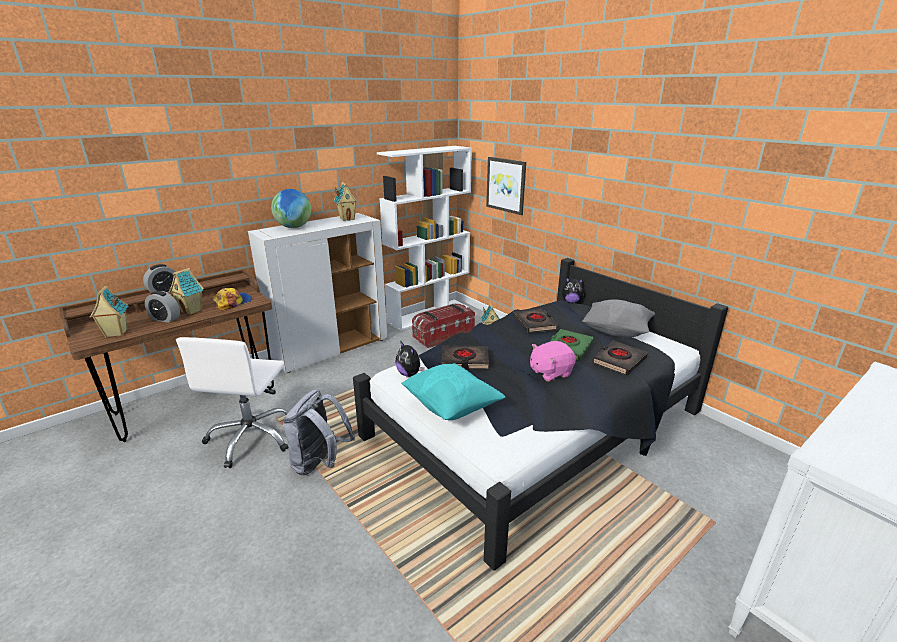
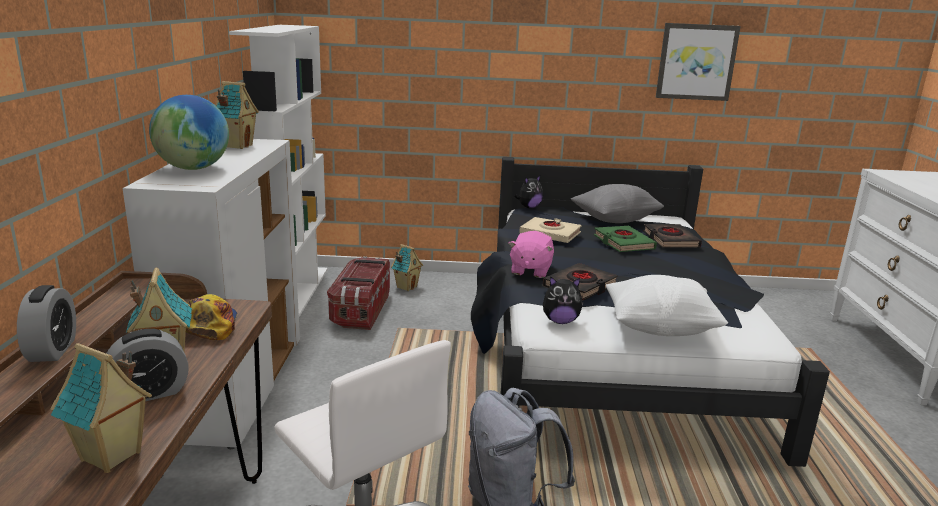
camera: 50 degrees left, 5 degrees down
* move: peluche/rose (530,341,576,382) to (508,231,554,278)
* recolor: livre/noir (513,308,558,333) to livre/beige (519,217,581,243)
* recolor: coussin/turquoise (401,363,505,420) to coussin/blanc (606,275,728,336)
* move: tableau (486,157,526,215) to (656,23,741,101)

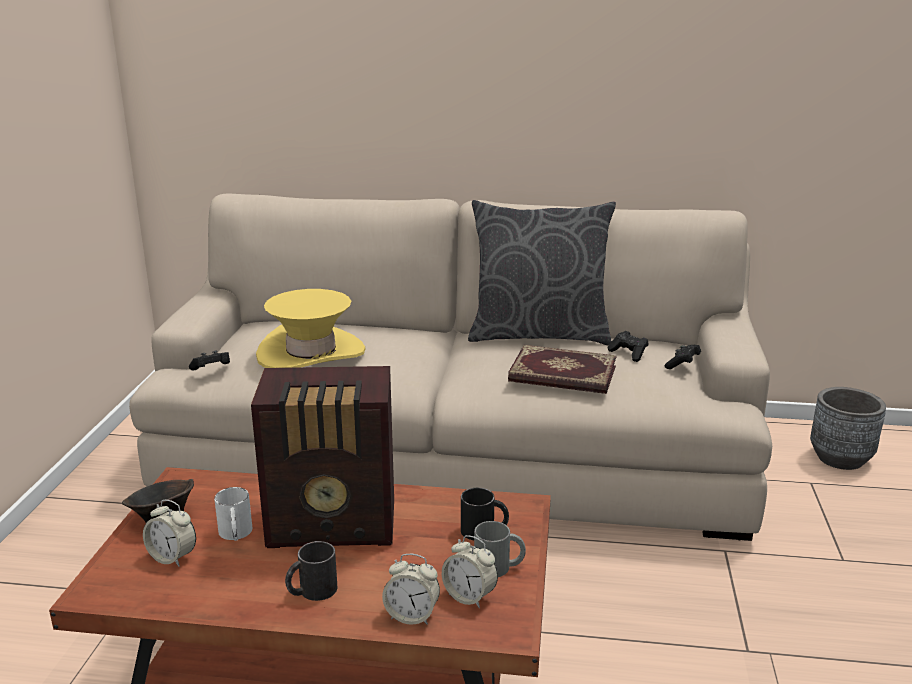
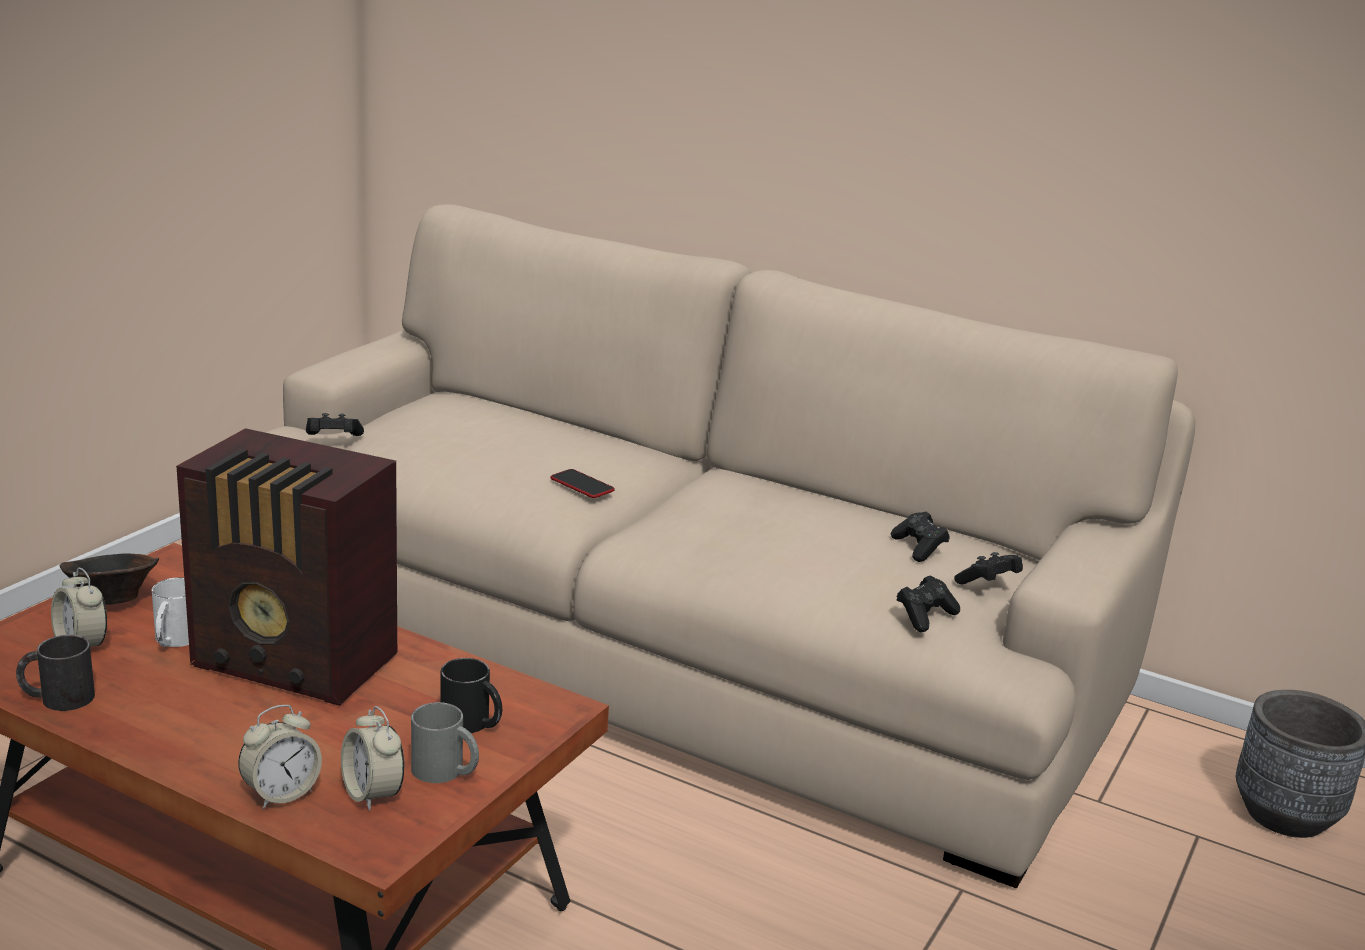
camera: 20 degrees right, 0 degrees up
* move: mug/noir (285,541,338,601) to (16,635,95,711)
* rotate: réveil (382,554,440,625) = (238,705,322,809) 75 degrees counterclockwise
* insert: téléphone (551,469,615,498)
* insert: manette/noir (897,575,960,632)
* delete: chapeau/jaune (256,289,366,368)
* delete: coussin/gris (468,200,616,345)
* delete: livre (508,345,617,394)

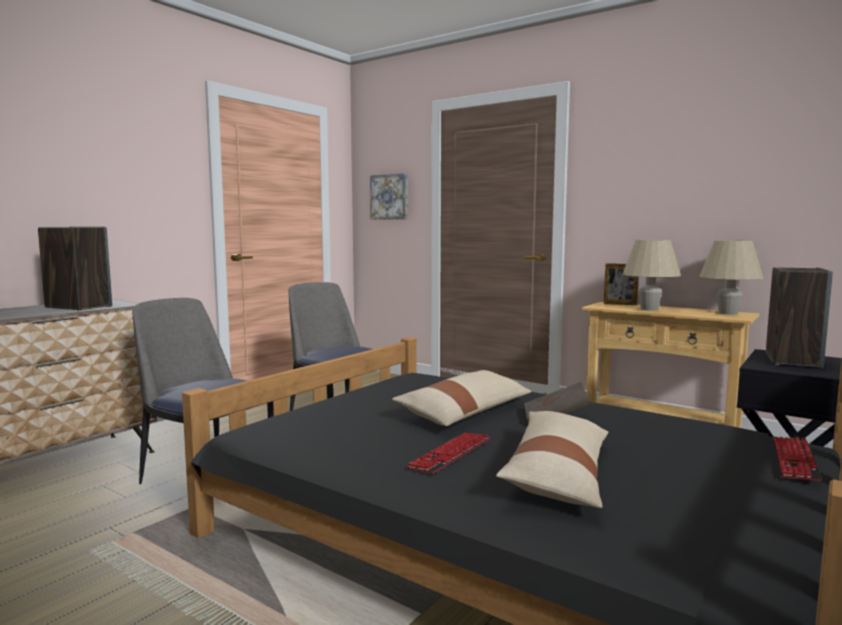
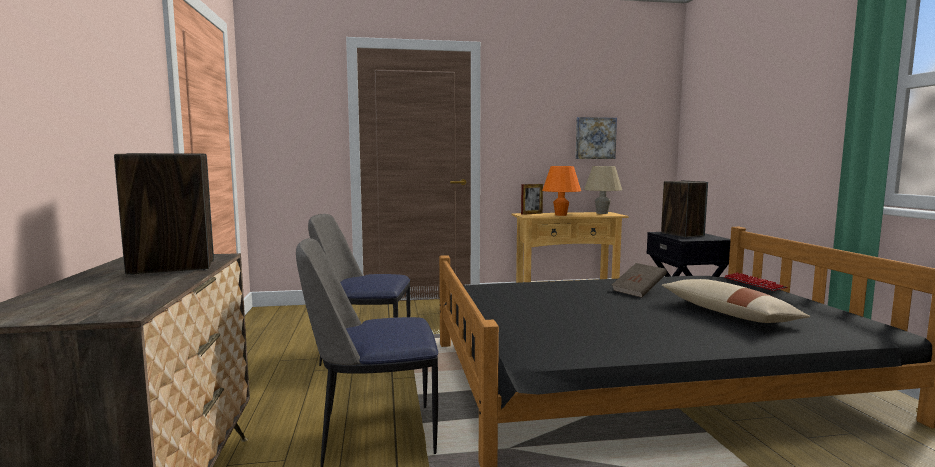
camera: 45 degrees left, 0 degrees up
* recolor: lampe de table/beige (623,240,681,311) to lampe de table/orange (542,166,581,216)
* move: tableau (370,173,408,220) to (575,117,617,159)
* delete: coussin/beige (392,370,531,426)
* delete: clavier (405,432,490,474)

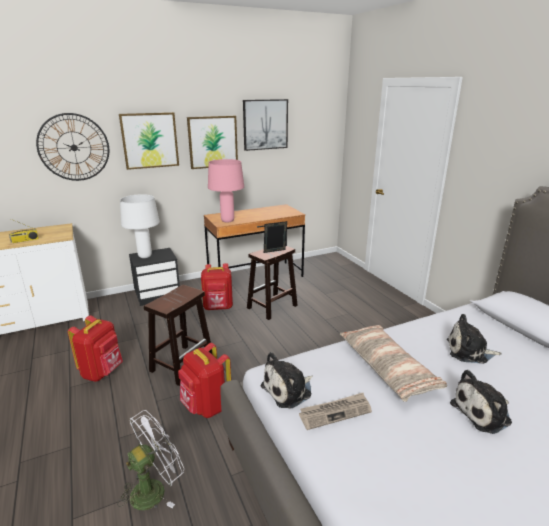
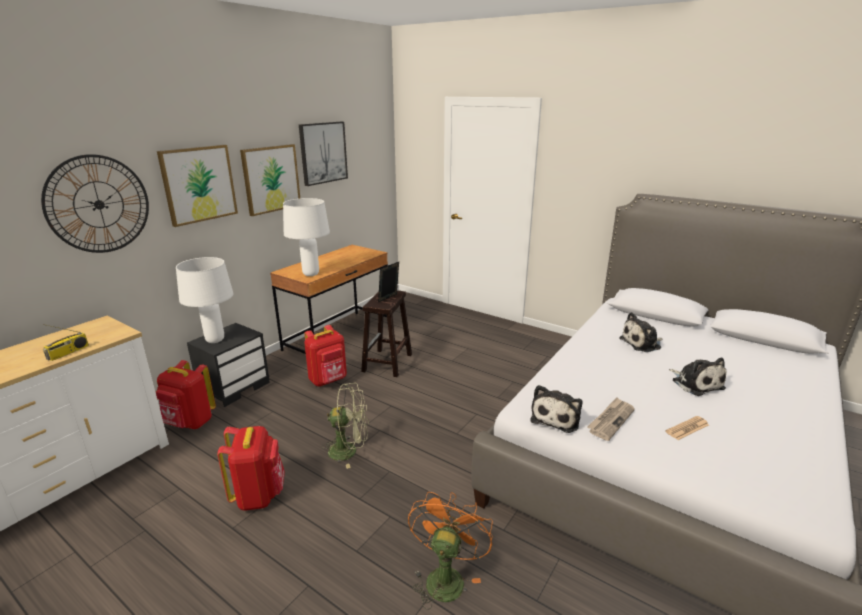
camera: 30 degrees left, 0 degrees up
* move: sac à dos/rouge (178,343,231,418) to (156,360,216,429)
* recolor: lampe de table/rose (208,159,244,223) to lampe de table/blanc (283,198,330,276)
* replace: tabouret/marron (144,285,212,386) to ventilateur/vert (322,383,369,469)
* recolor: ventilateur/blanc (117,410,184,510) to ventilateur/orange (408,492,493,610)
* insert: journal (665,416,709,440)
* rotate: peluche (450,370,512,434) = (669,358,726,396) 60 degrees counterclockwise
* delete: coussin (340,325,447,402)

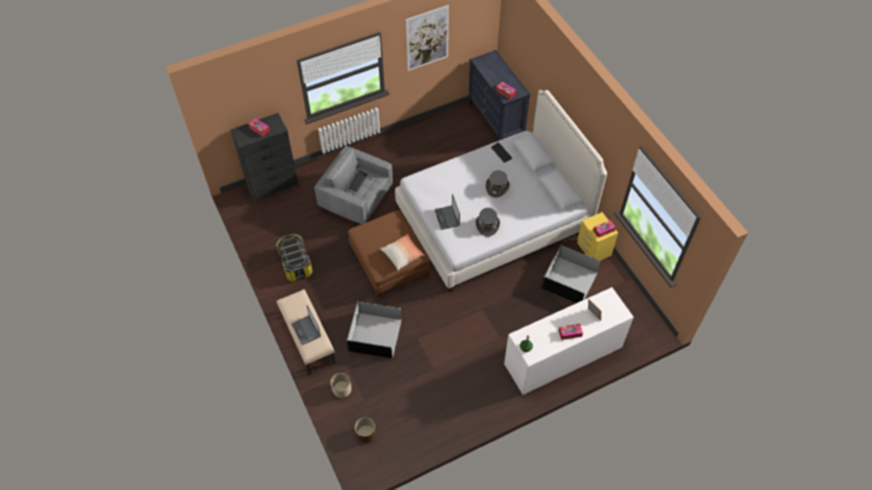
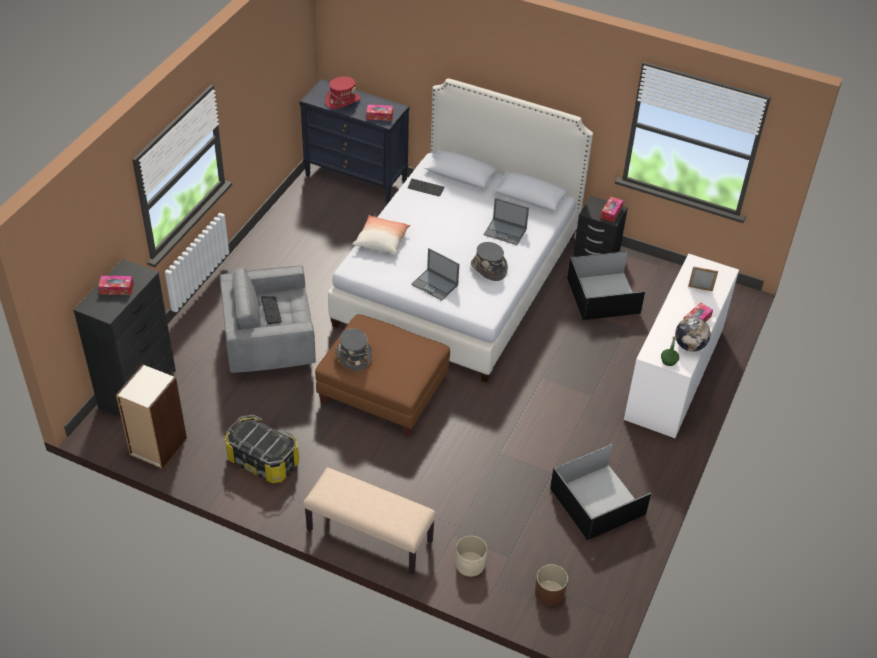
camera: 40 degrees left, 10 degrees down
* insert: bibliothèque (116,364,187,469)
* insert: chapeau/rouge (325,76,360,109)
* move: chapeau/gris (486,170,510,198) to (335,328,373,371)
* move: coussin (380,234,424,271) to (352,215,410,254)
* move: ordinateur portable (292,306,321,345) to (484,198,529,245)
* move: boîte de rangement/noir (346,301,402,358) to (550,444,651,540)
* recolor: table de chevet/jaune (577,212,618,261) to table de chevet/noir (574,196,628,257)
* insert: globe (675,317,710,352)
* delete: tableau (406,5,449,71)

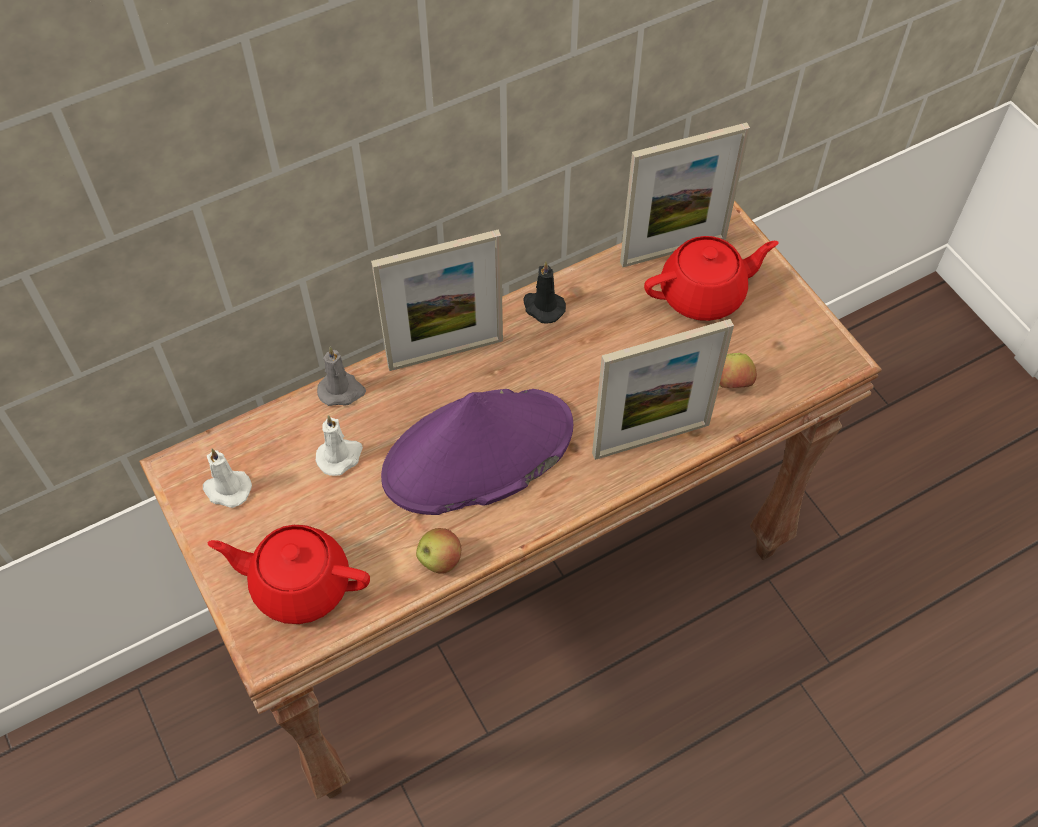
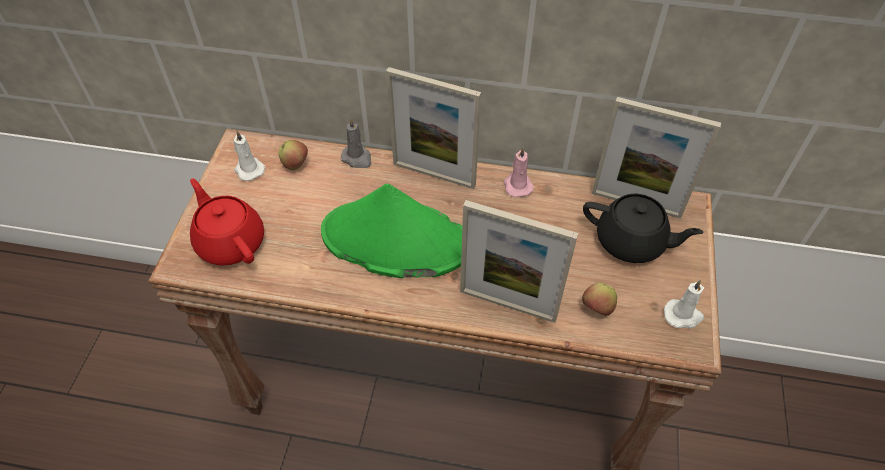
camera: 40 degrees right, 5 degrees down
* move: pomme (416,528,462,574) to (279,140,308,170)
* recolor: chapeau/violet (381,389,573,515) to chapeau/vert (321,184,462,278)
* recolor: bougie/noir (523,261,566,323) to bougie/rose (504,147,534,198)
* recolor: théière/rouge (644,236,779,321) to théière/noir (583,194,704,263)
* move: bougie/blanc (316,415,363,476) to (664,280,704,328)

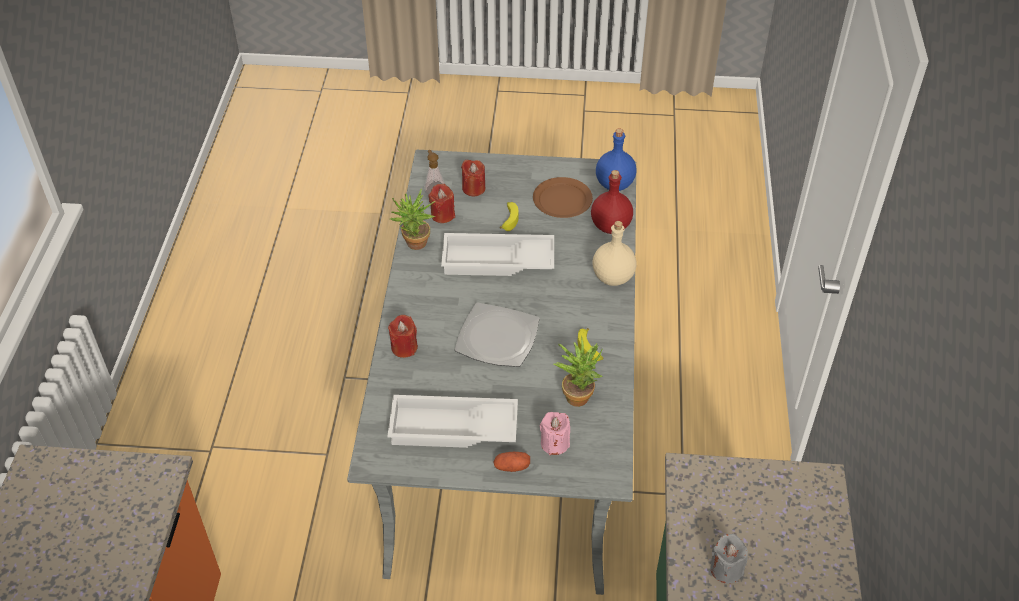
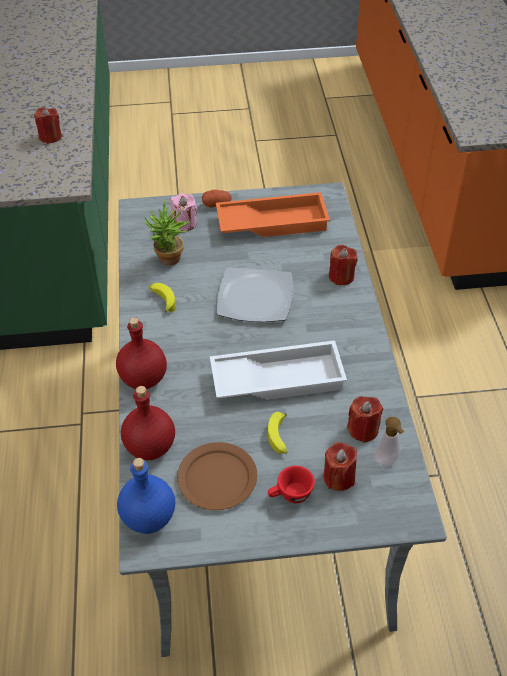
camera: 170 degrees right, 0 degrees up
* recolor: bougie/gris (710,534,748,584) to bougie/rouge (34,107,62,144)
* recolor: bouteille/beige (592,221,637,286) to bouteille/rouge (116,317,167,389)
* recolor: plateau/blanc (387,395,518,448) to plateau/orange (216,192,330,237)
* insert: tasse/rouge (268,466,315,503)
* delete: plante en pot (390,189,436,250)

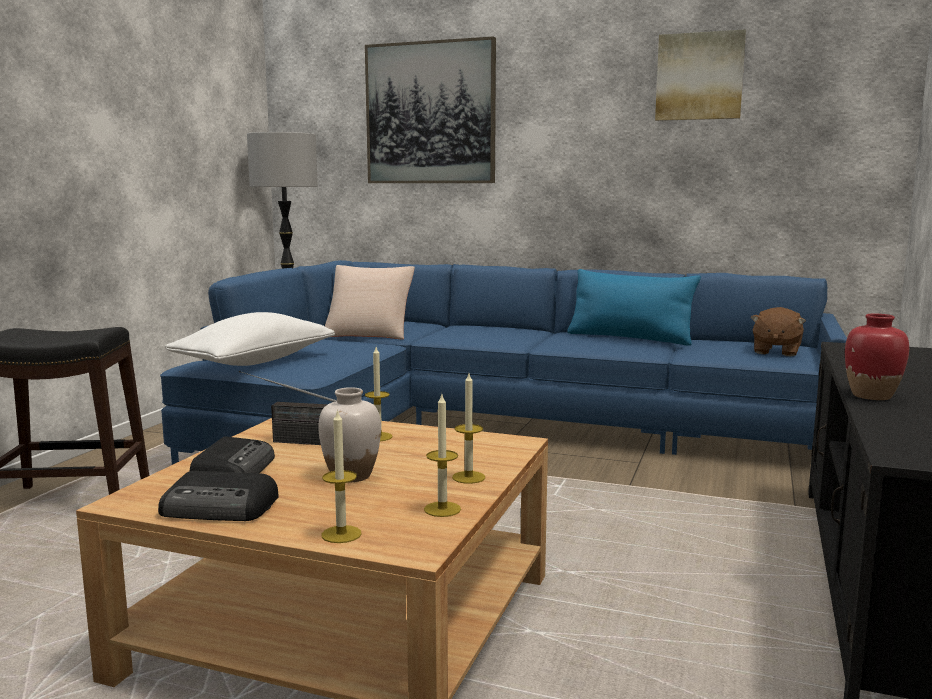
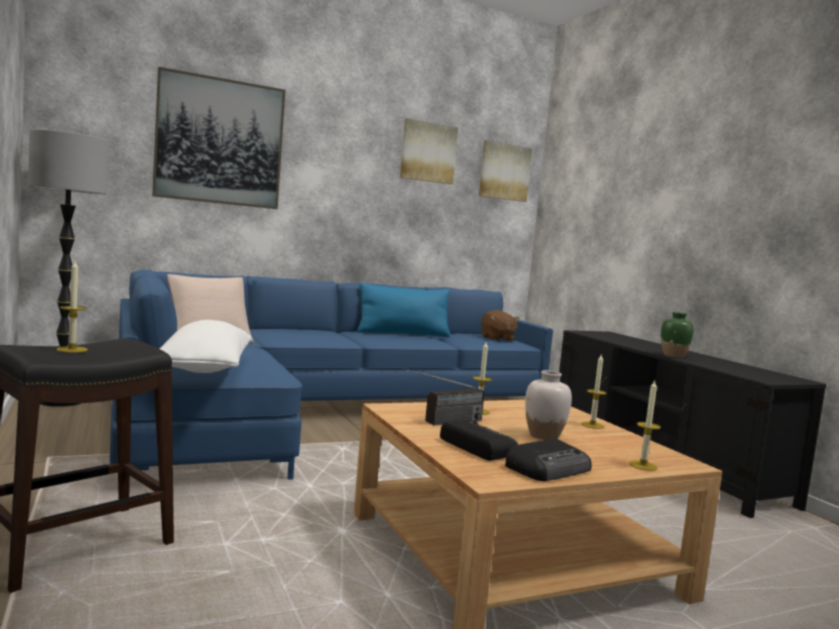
camera: 45 degrees left, 5 degrees down
* move: bougie (424,395,461,517) to (56,261,88,353)
* insert: tableau (479,140,532,202)
* recolor: vase/rouge (845,314,909,400) to vase/vert (661,312,694,358)

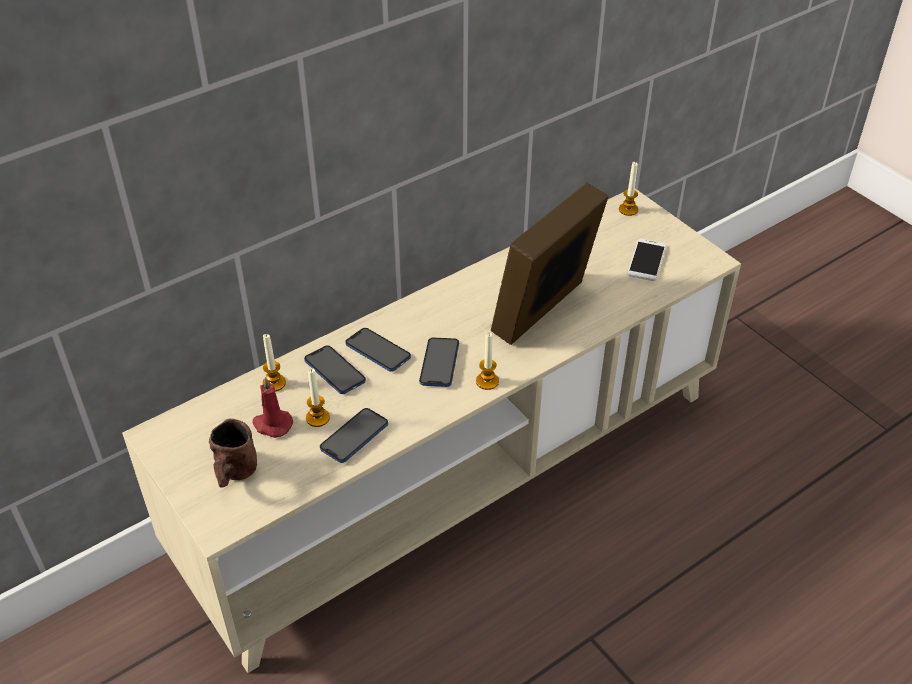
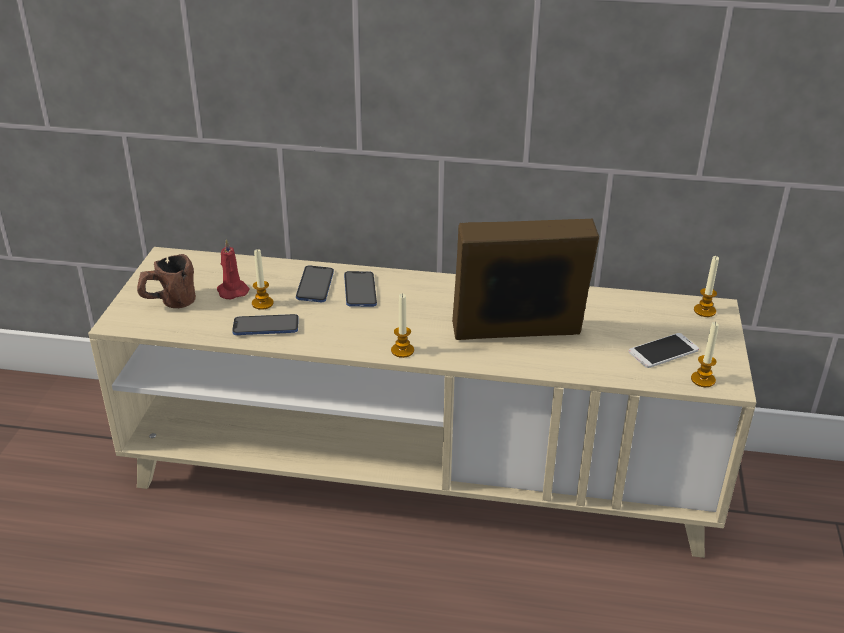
camera: 45 degrees right, 10 degrees down
* move: bougie (263,334,286,391) to (691,322,719,387)
* delete: téléphone (419,338,459,387)

